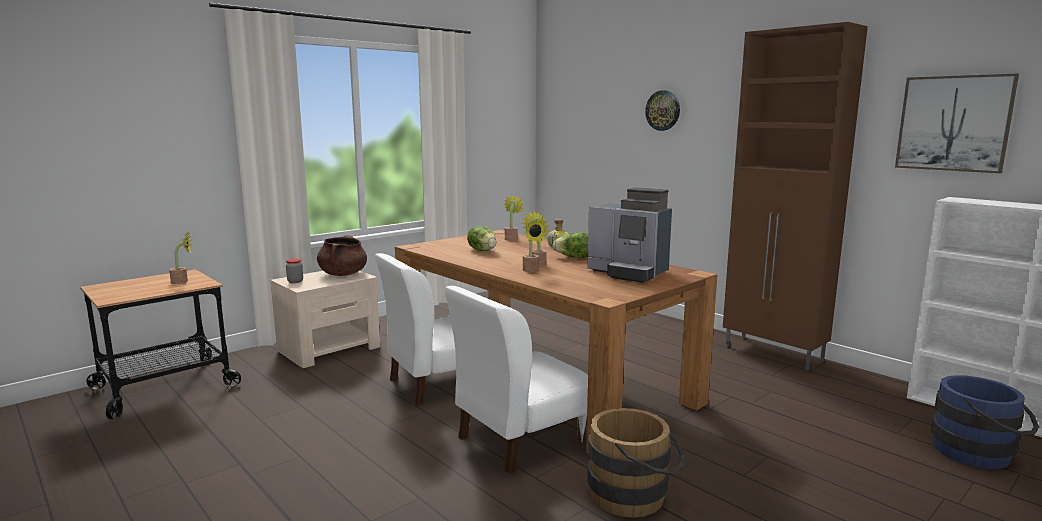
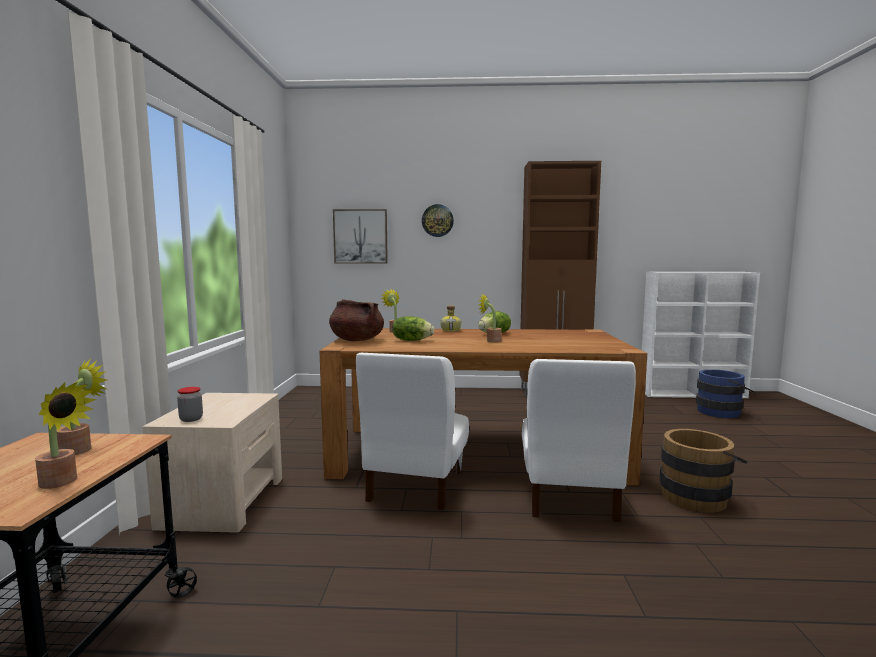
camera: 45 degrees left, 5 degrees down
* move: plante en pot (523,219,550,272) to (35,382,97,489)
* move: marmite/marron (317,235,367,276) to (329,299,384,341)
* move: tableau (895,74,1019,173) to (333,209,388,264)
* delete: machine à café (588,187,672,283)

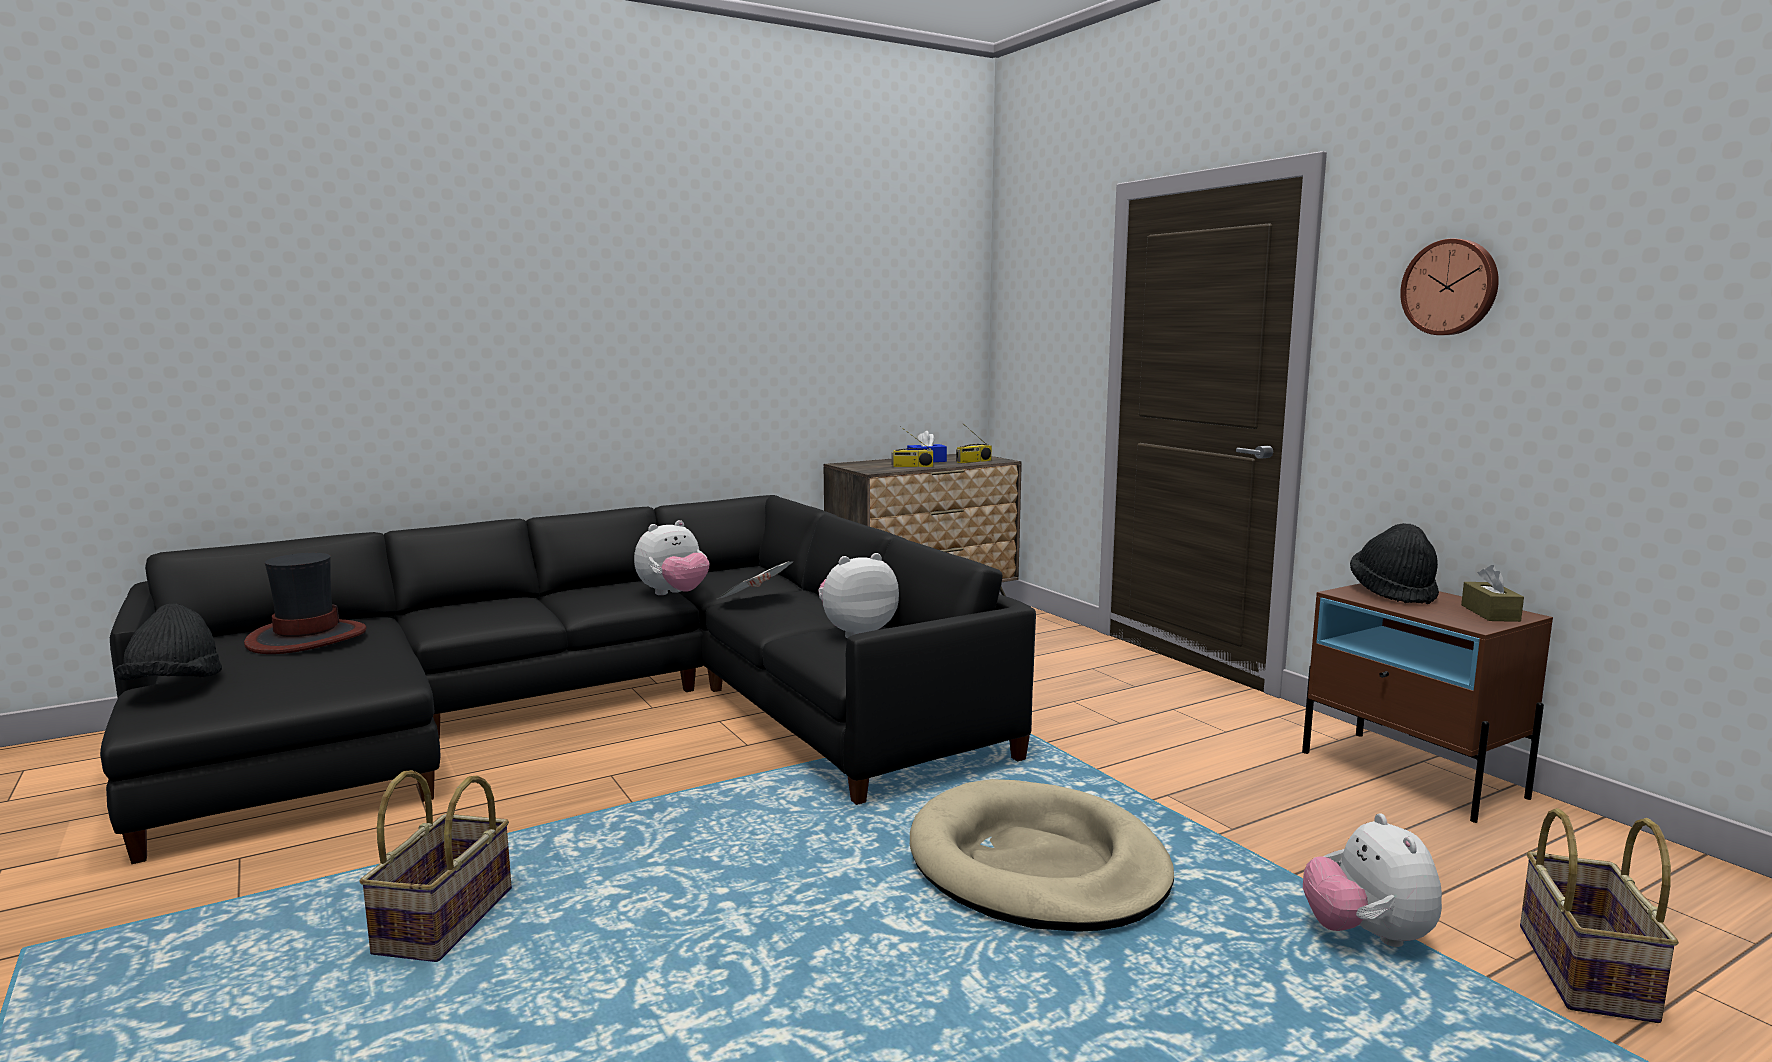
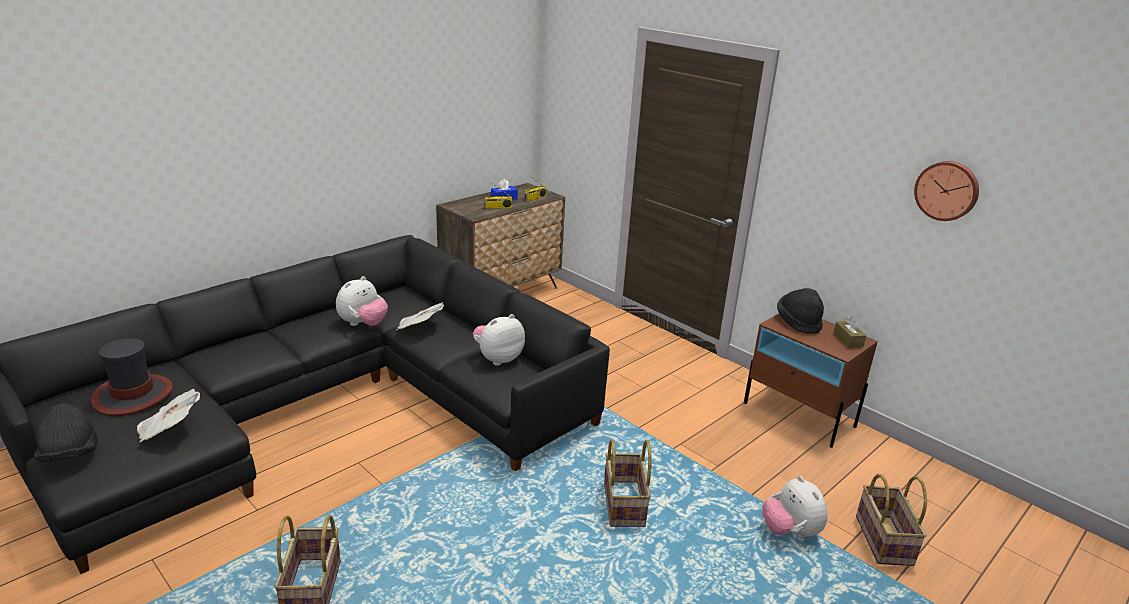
camera: 15 degrees left, 15 degrees up
* insert: journal (137,389,200,443)
* replace: panier pour chien/beige (910,779,1174,932) to panier (604,439,652,527)
* move: horloge murale (1400,239,1499,335) to (914,161,979,221)

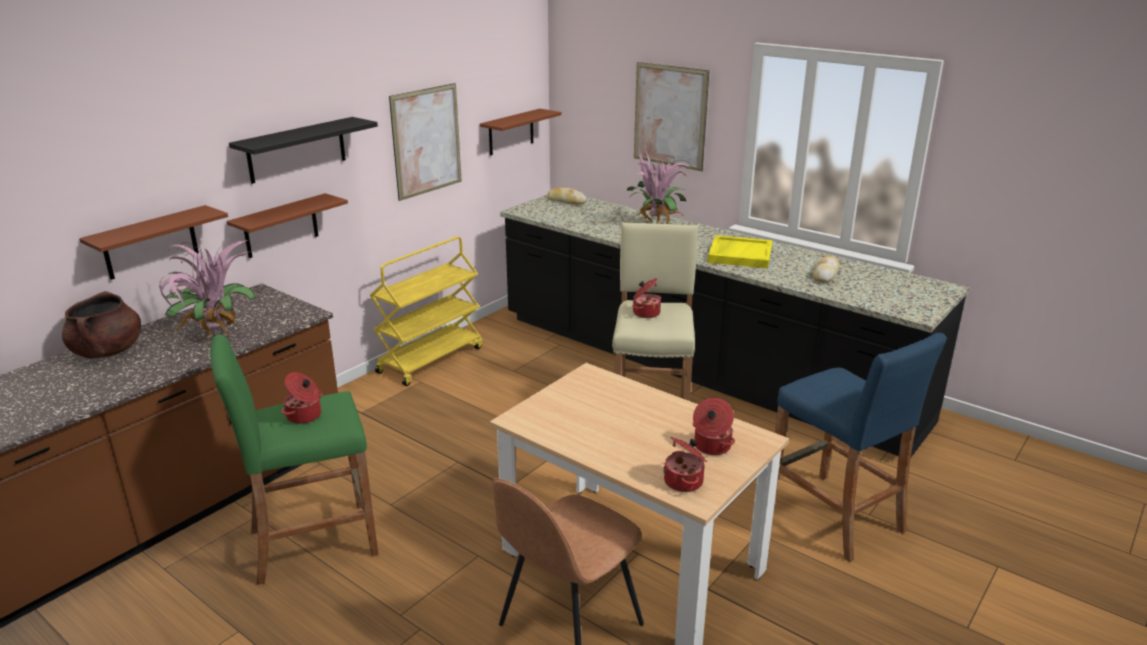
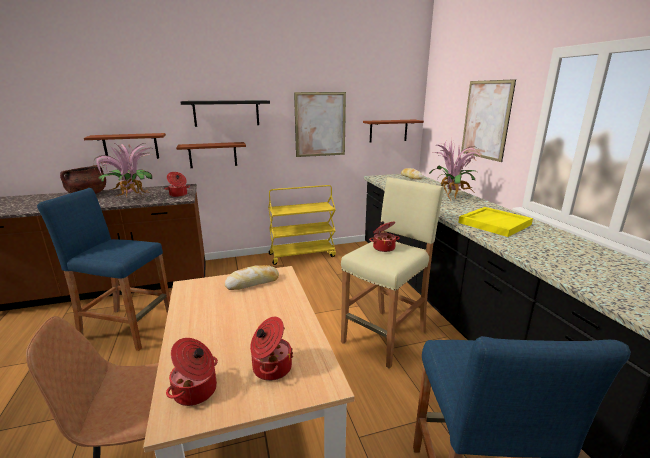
camera: 35 degrees right, 5 degrees down
* recolor: tabouret/vert (210,334,378,585) to tabouret/bleu (37,188,170,351)
* move: marmite (281,372,323,424) to (164,172,190,197)
* move: pain (813,255,840,283) to (225,265,279,290)

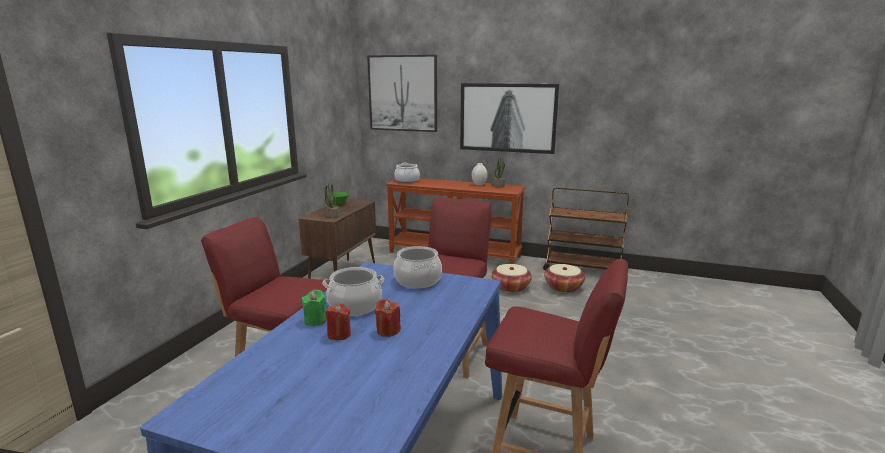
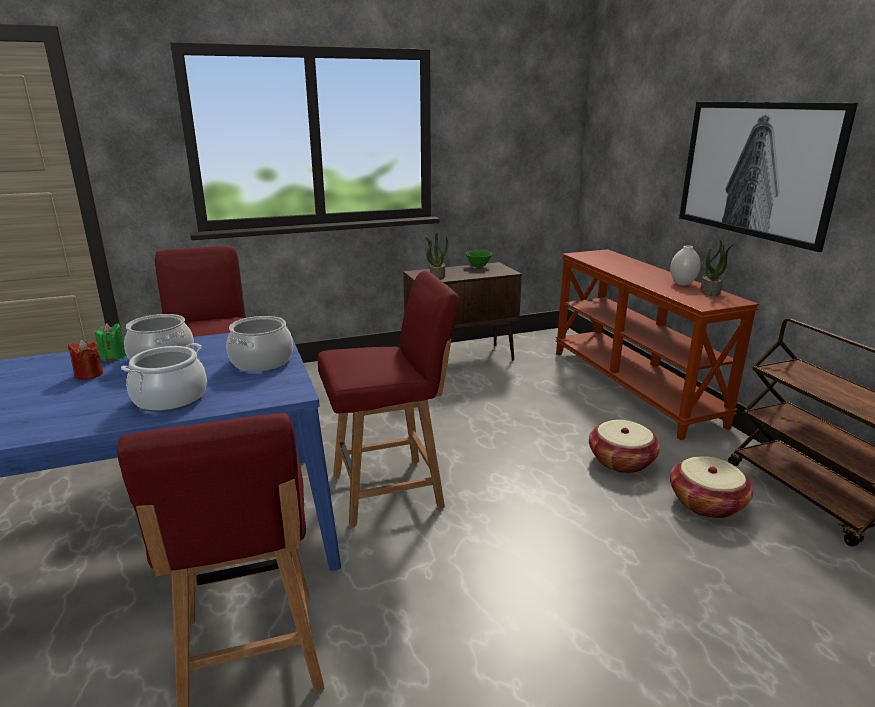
camera: 50 degrees right, 5 degrees up
* move: marmite (395,163,420,183) to (121,343,207,412)
* delete: tableau (367,55,437,132)
* delete: bougie/rouge (375,299,401,337)

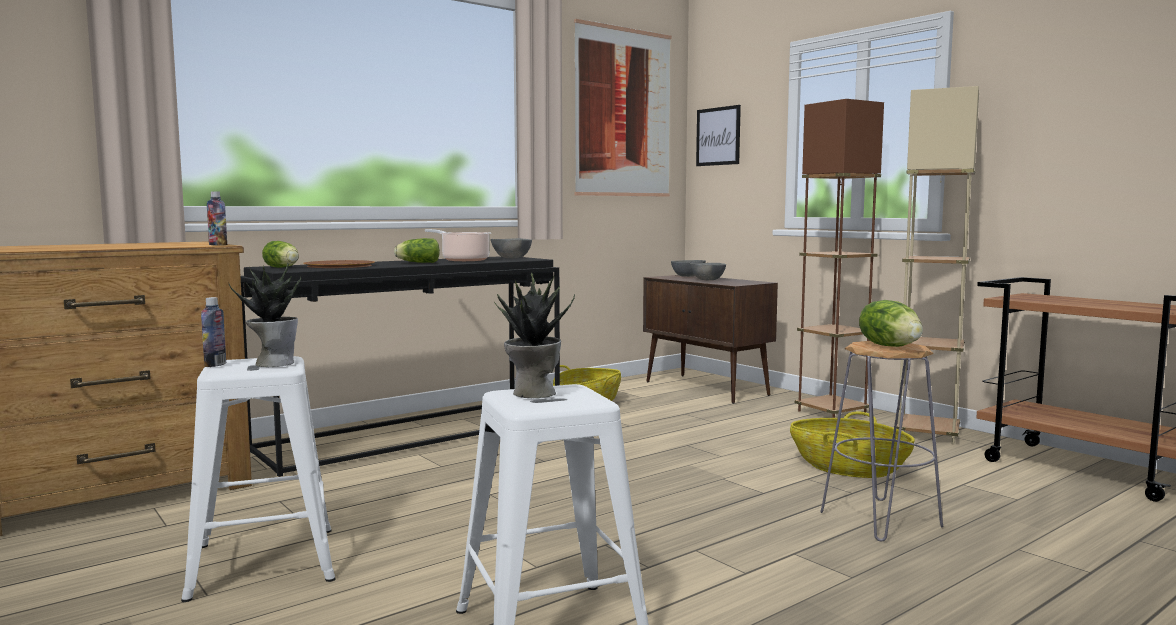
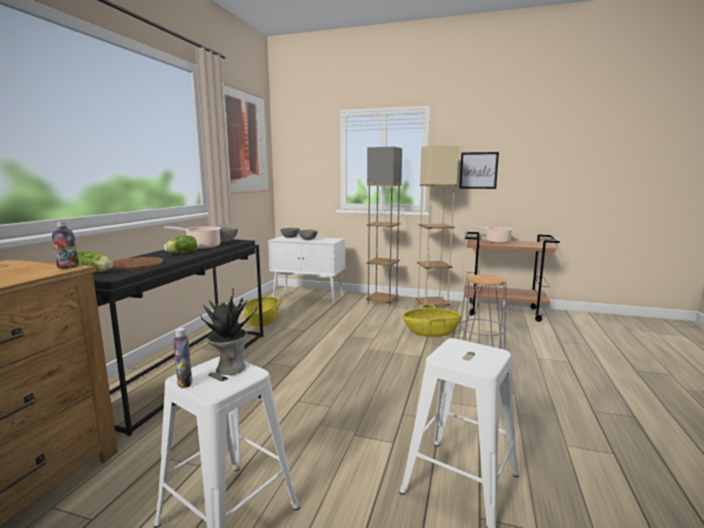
camera: 35 degrees left, 5 degrees up
* recolor: meuble de rangement/marron (643,275,778,404) to meuble de rangement/blanc (268,236,345,305)
* recolor: lampadaire/marron (795,99,884,418) to lampadaire/gris (366,147,402,307)
* move: tableau (696,105,741,166) to (459,152,499,189)
* insert: marmite (471,225,513,243)
* delete: plante en pot (494,273,575,398)
* delete: laitue (859,300,923,347)

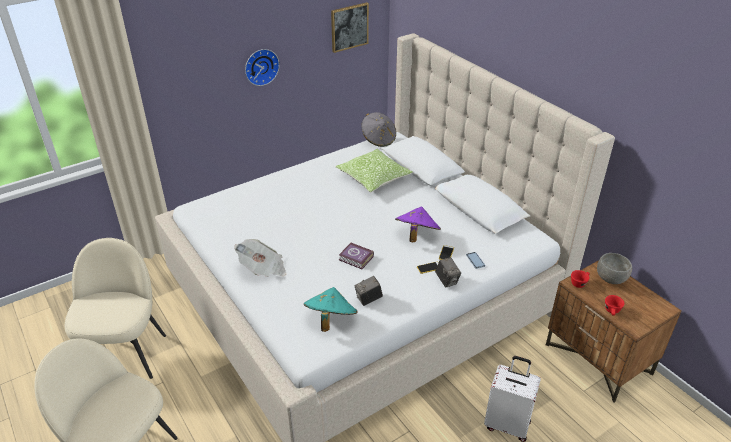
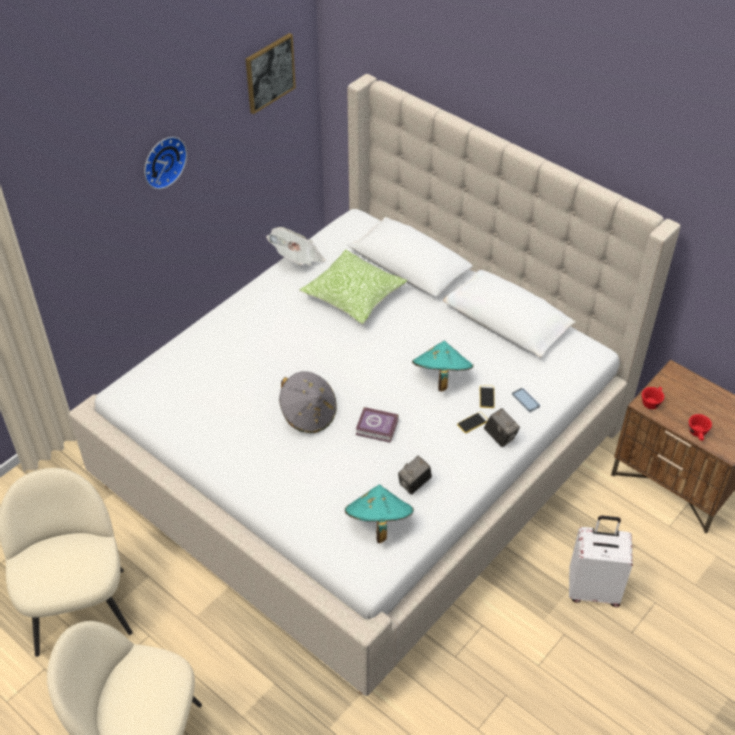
camera: 15 degrees left, 10 degrees up
* move: journal (234,239,286,277) to (266,227,326,265)
* move: chapeau/gris (362,112,396,147) to (279,371,337,433)
* recolor: chapeau/violet (395,206,441,242) to chapeau/turquoise (412,341,474,392)
* delete: bol/gris (597,253,632,284)

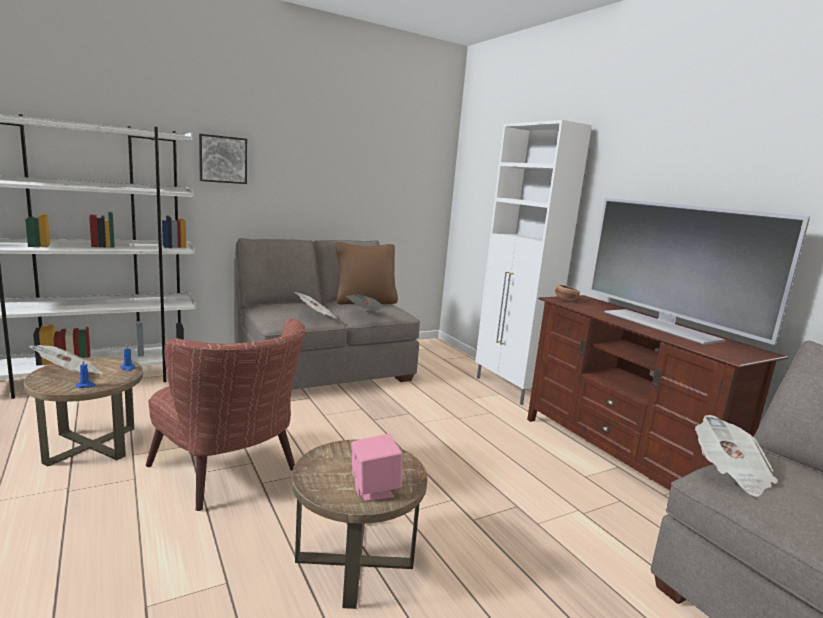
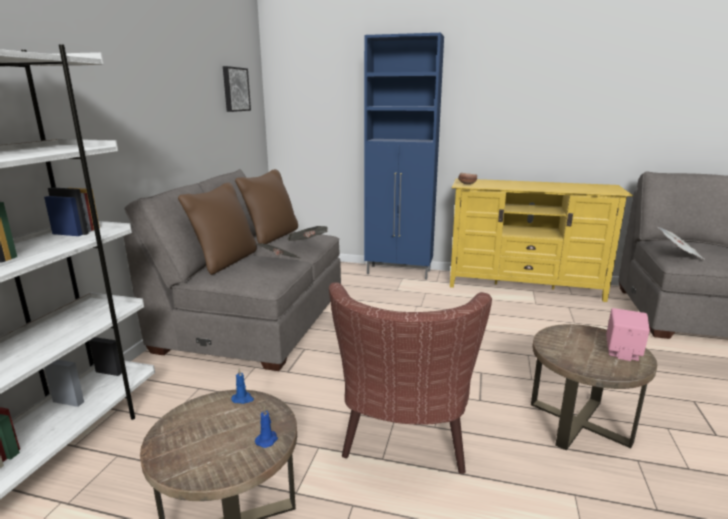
camera: 45 degrees left, 5 degrees up
* insert: coussin/marron (178,183,257,275)
* move: tableau (199,134,247,184) to (223,66,251,112)
* rotate: fauteuil/marron (146,319,305,511) = (329,282,492,474) 105 degrees clockwise
* recolor: meuble de rangement/blanc (475,120,592,405) to meuble de rangement/bleu (364,33,444,280)
* recolor: meuble télé/marron (527,295,788,490) to meuble télé/jaune (450,178,633,302)
* delete: journal (29,345,102,374)
* delete: téléviseur (589,198,810,345)

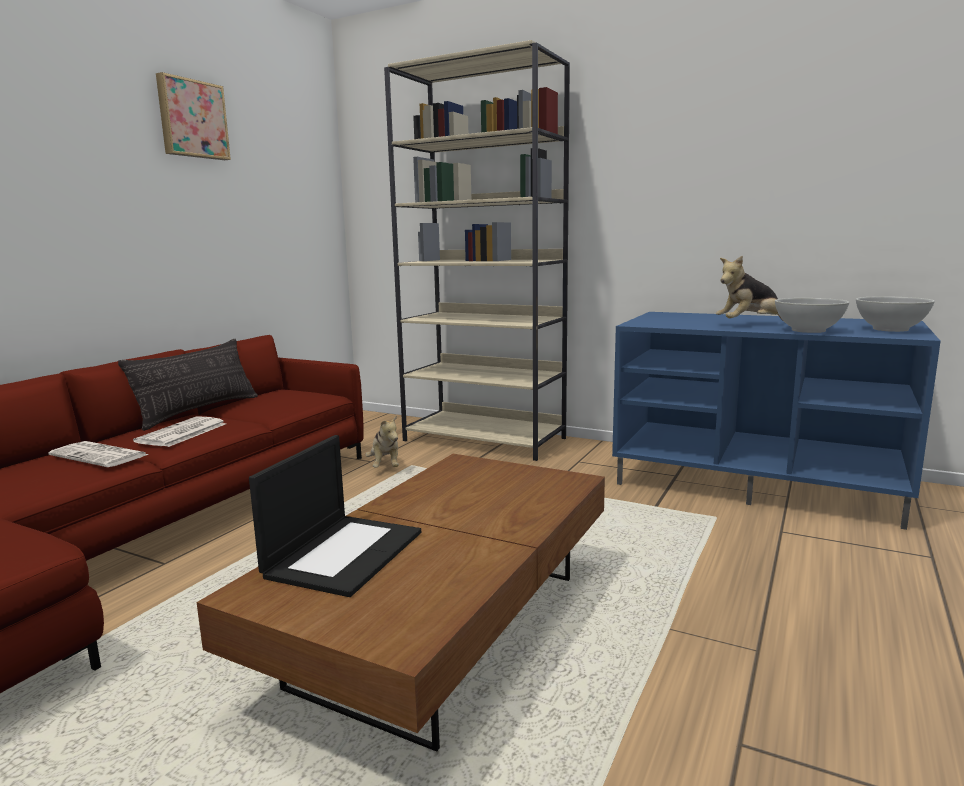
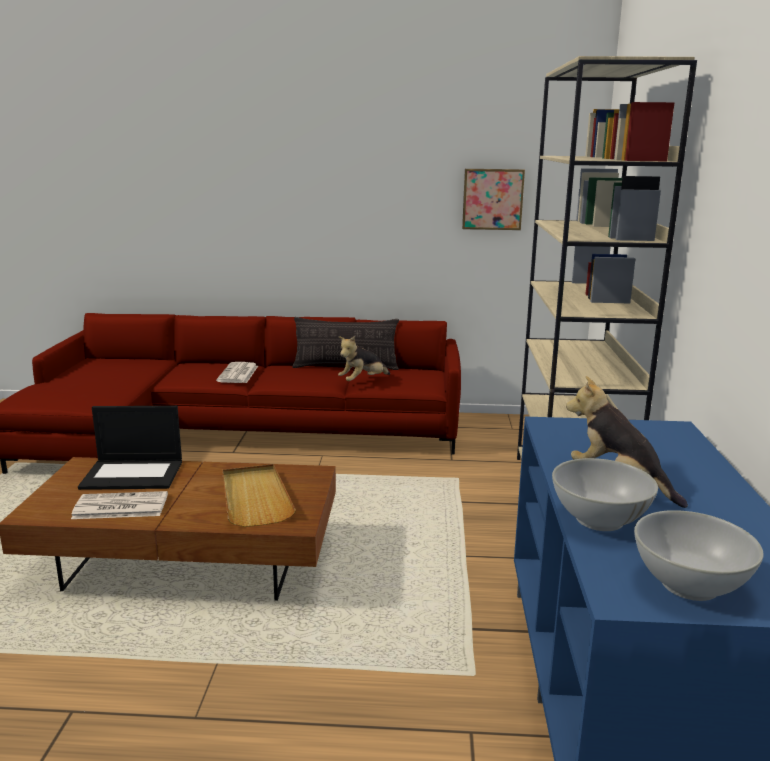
camera: 65 degrees right, 5 degrees up
* move: journal (133,416,226,447) to (71,491,168,519)
* insert: plateau/beige (223,464,296,527)
* move: peluche (365,415,399,468) to (338,336,390,381)
* move: tableau (156,72,231,160) to (462,169,525,230)

